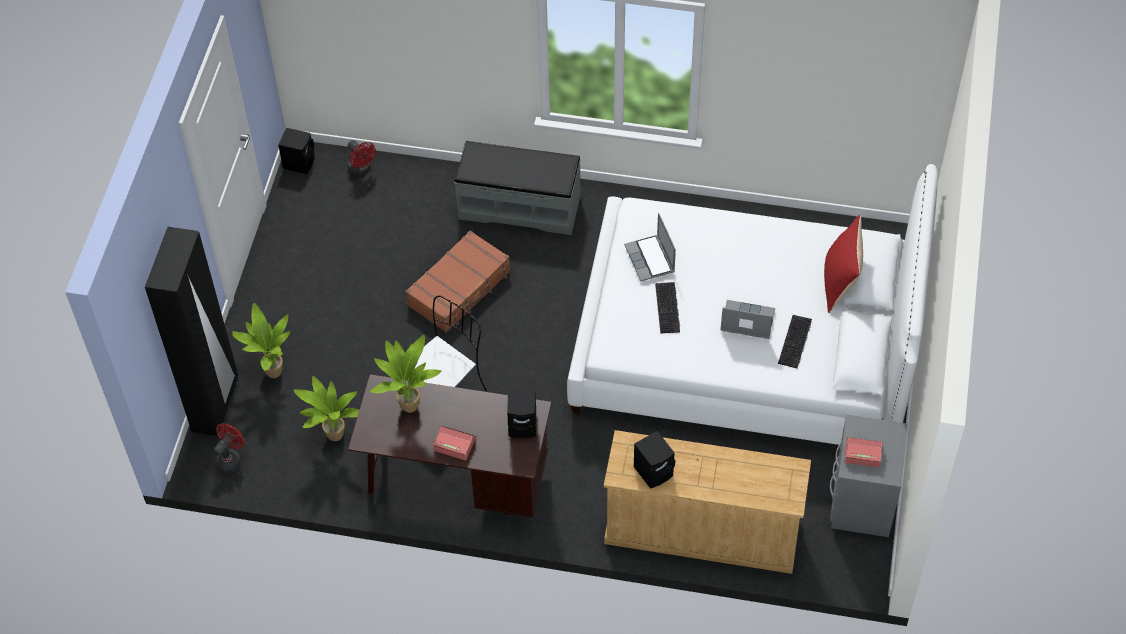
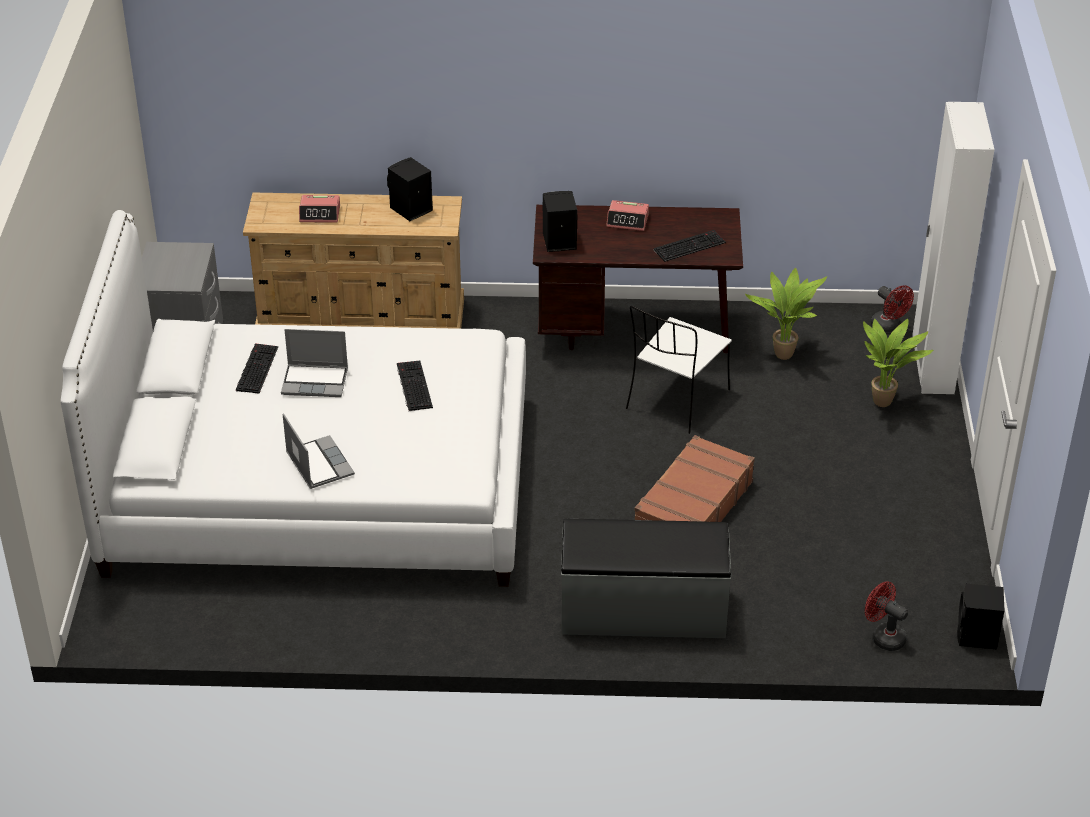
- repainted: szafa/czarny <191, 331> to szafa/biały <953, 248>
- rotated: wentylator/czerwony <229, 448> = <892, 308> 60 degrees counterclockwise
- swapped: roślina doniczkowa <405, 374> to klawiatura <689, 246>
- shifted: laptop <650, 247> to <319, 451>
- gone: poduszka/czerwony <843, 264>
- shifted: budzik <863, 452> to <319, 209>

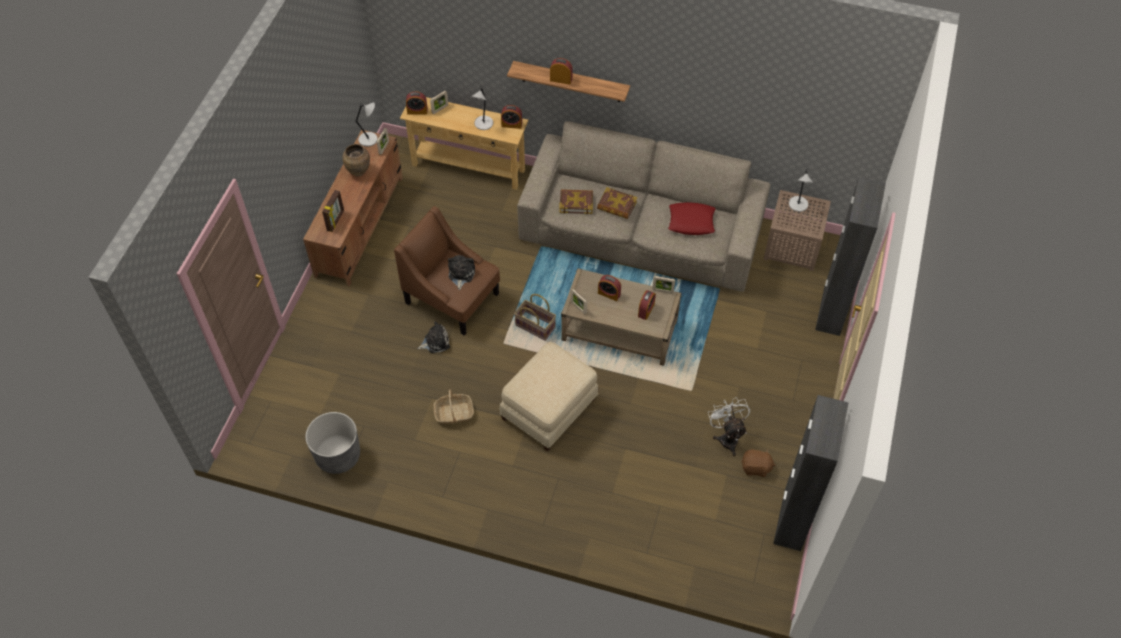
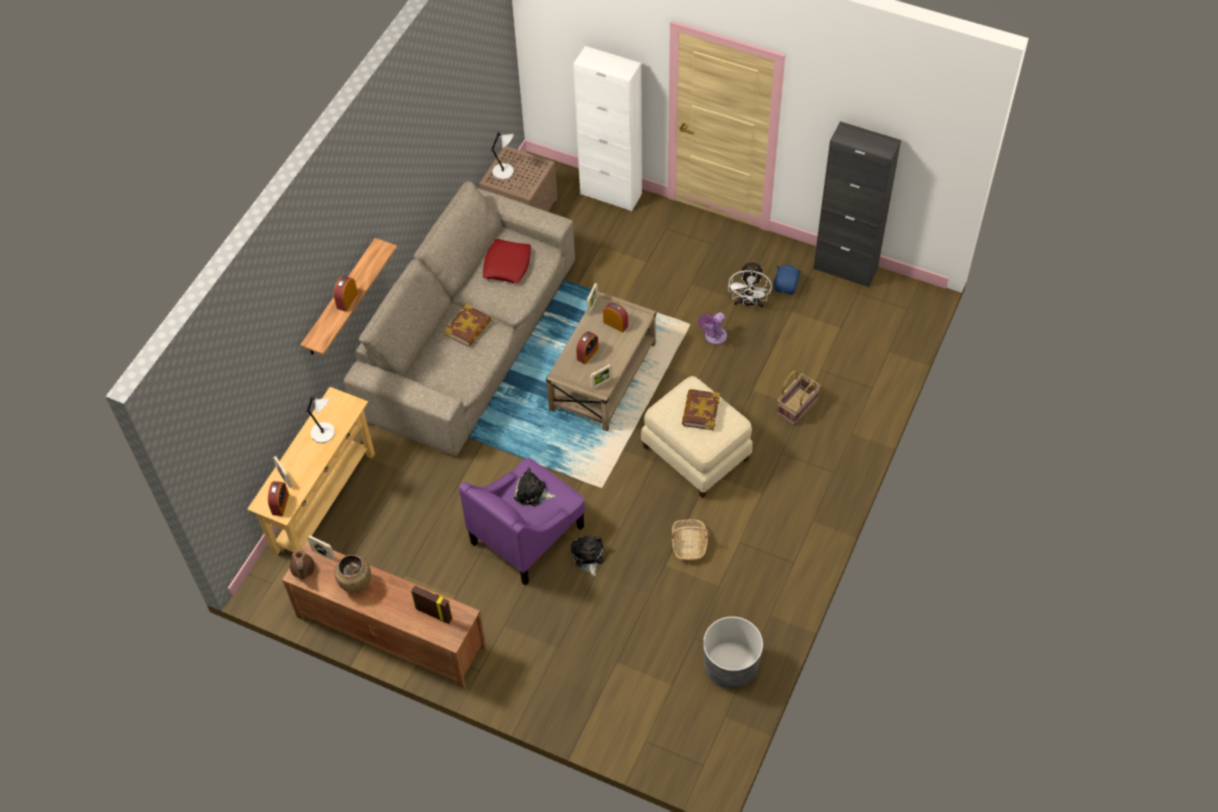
- swapped: lampa stołowa/szary <367, 124> to imbryk/brązowy <302, 564>
- repainted: fotel/brązowy <447, 271> to fotel/fioletowy <522, 522>
- gone: budzik <511, 117>
- shifted: koszyk <535, 317> to <799, 397>
- shifted: książka <576, 201> to <701, 410>
- rotated: wentylator/biały <729, 426> = <750, 284> 75 degrees counterclockwise
- repainted: pluszak/brązowy <758, 463> to pluszak/niebieski <788, 280>
- repainted: szafka/czarny <850, 256> to szafka/biały <607, 129>
- new: wentylator/fioletowy <712, 328>

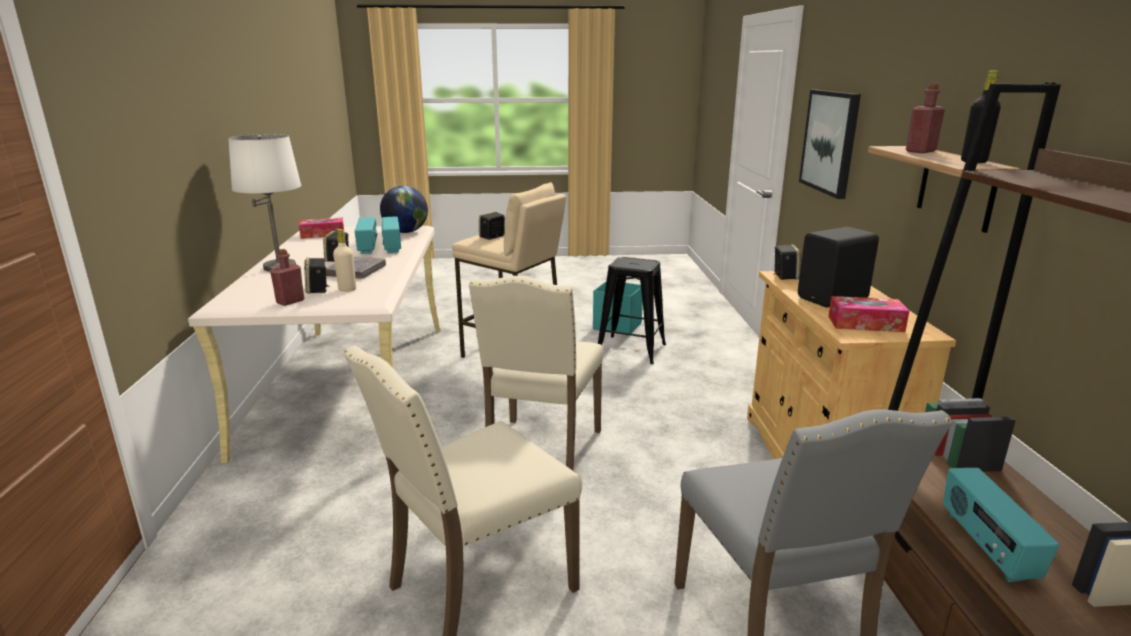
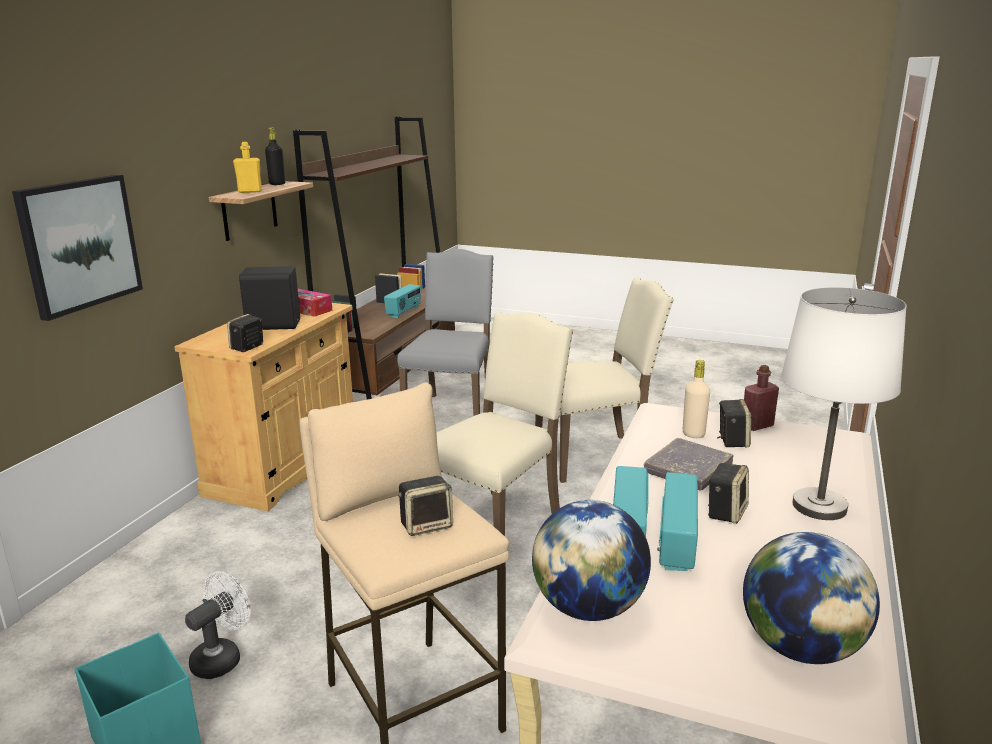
- swapped: pudełko chusteczek <321, 228> to globus <811, 598>
- swapped: stołek/czarny <632, 310> to wentylator/biały <218, 625>
- repainted: butelka/czerwony <925, 118> to butelka/żółty <247, 167>

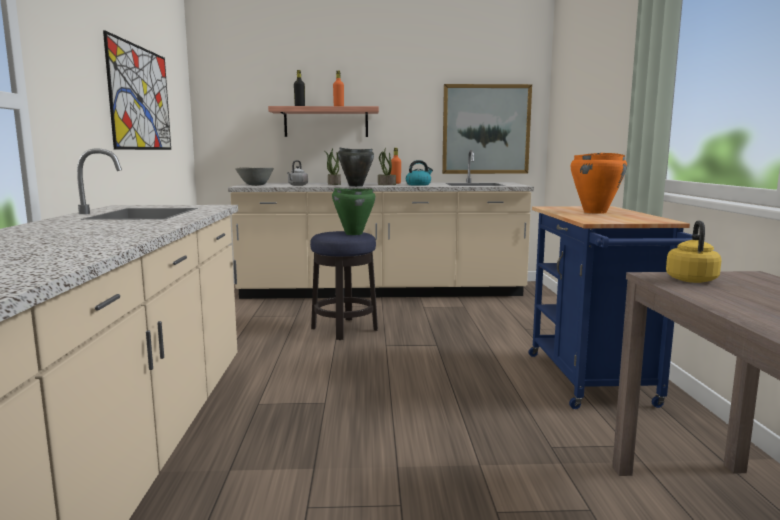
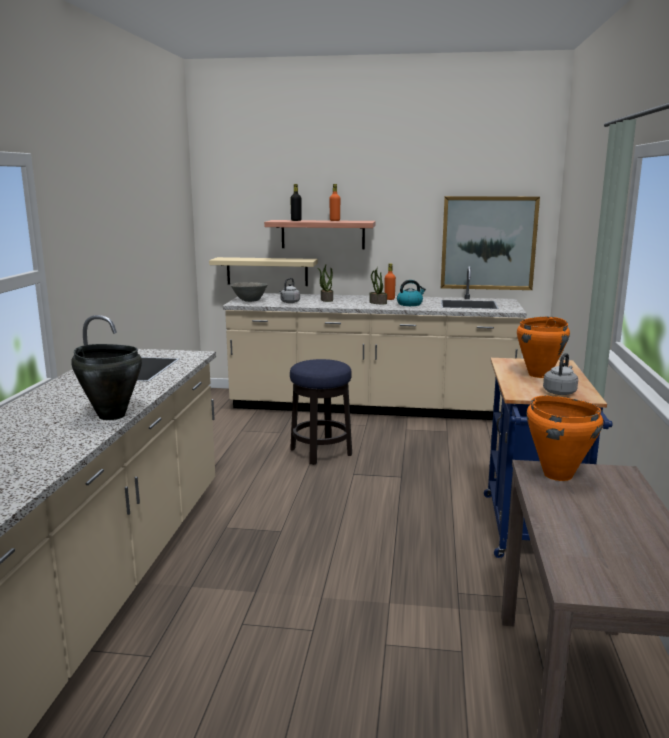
- gone: obraz <137, 90>
- gone: garnek/zielony <354, 211>
- shifted: garnek/czarny <356, 167> to <106, 382>
- swapped: czajnik/żółty <693, 252> to garnek/pomarańczowy <565, 438>
- new: półka/beżowy <263, 271>
- new: czajnik/szary <560, 374>

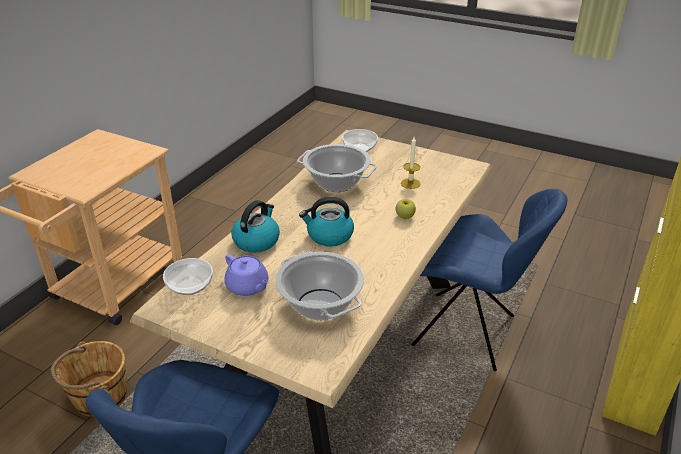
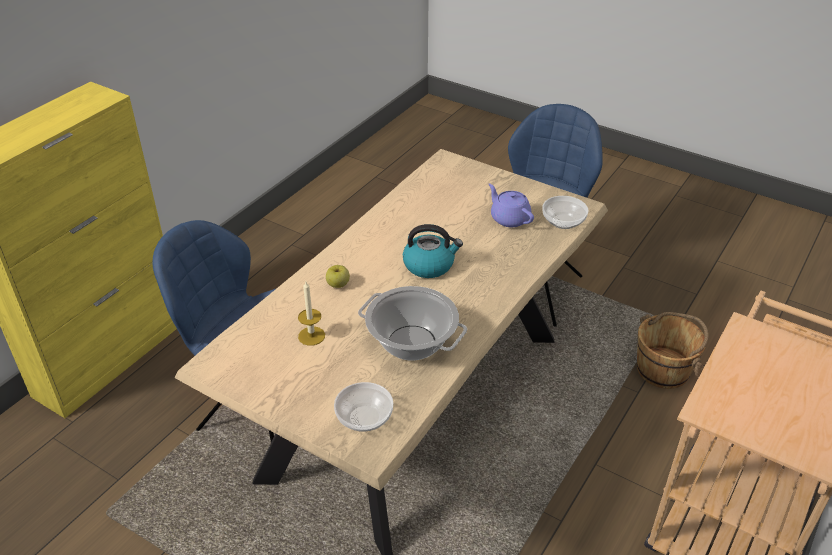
- gone: czajnik <256, 226>
- gone: garnek <319, 286>

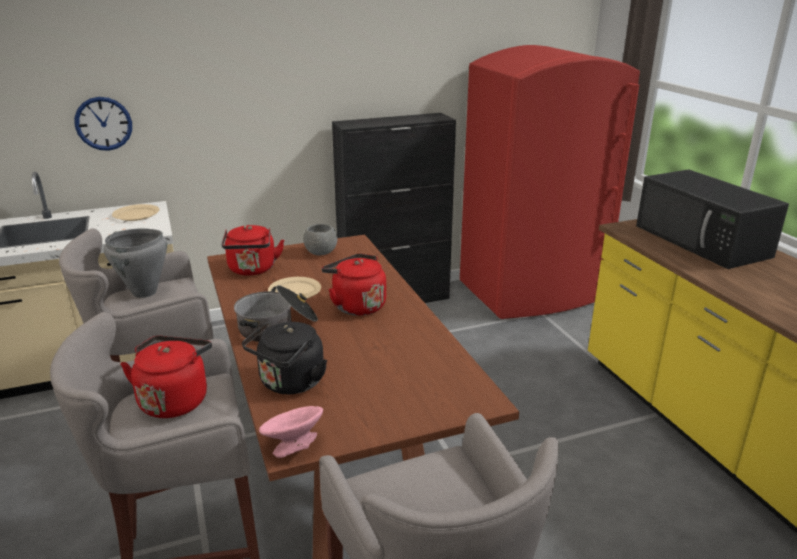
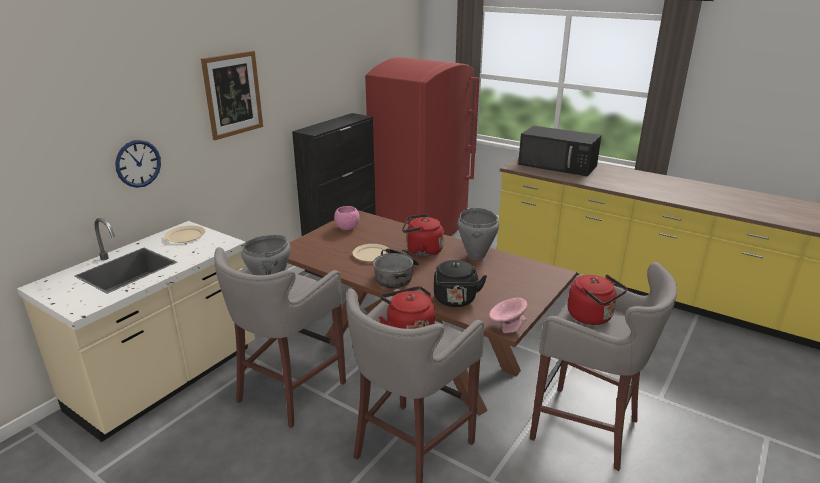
- shifted: czajnik/czerwony <252, 250> to <597, 299>
- repainted: miska/szary <320, 239> to miska/różowy <347, 218>
- new: obraz <232, 95>
- new: garnek/szary <478, 234>

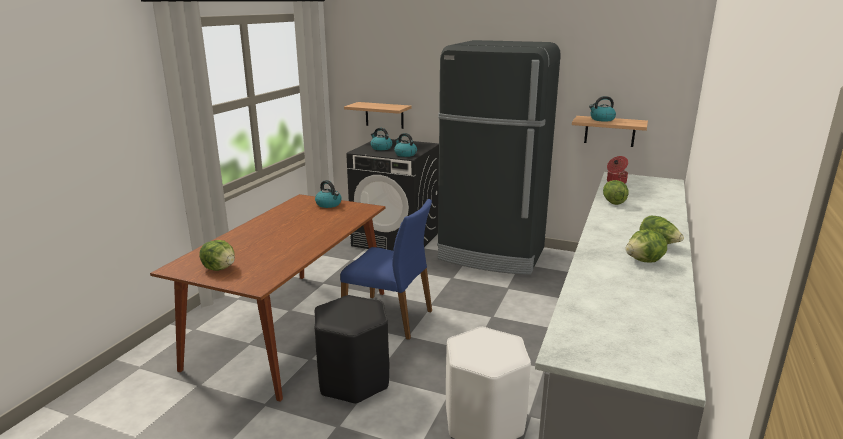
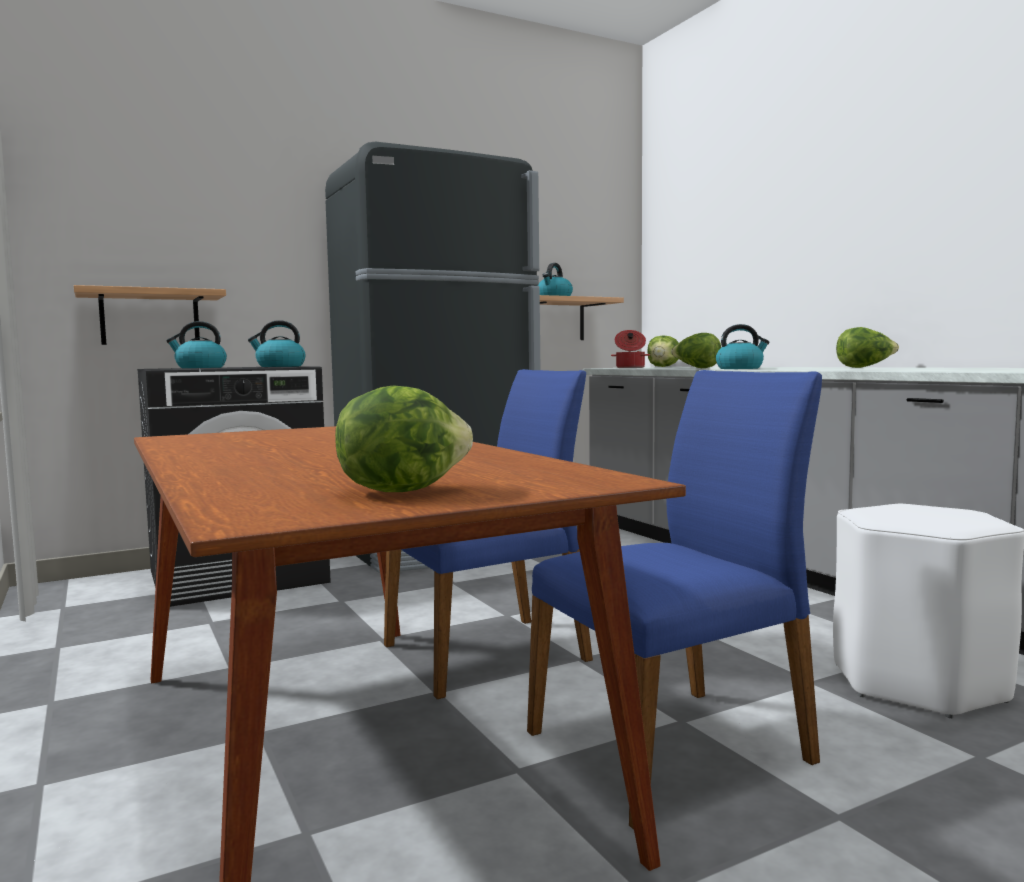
- shifted: czajnik <328, 194> to <742, 346>
- swapped: stołek/czarny <352, 349> to krzesło/niebieski <674, 600>
- shifted: sałata <646, 245> to <663, 351>

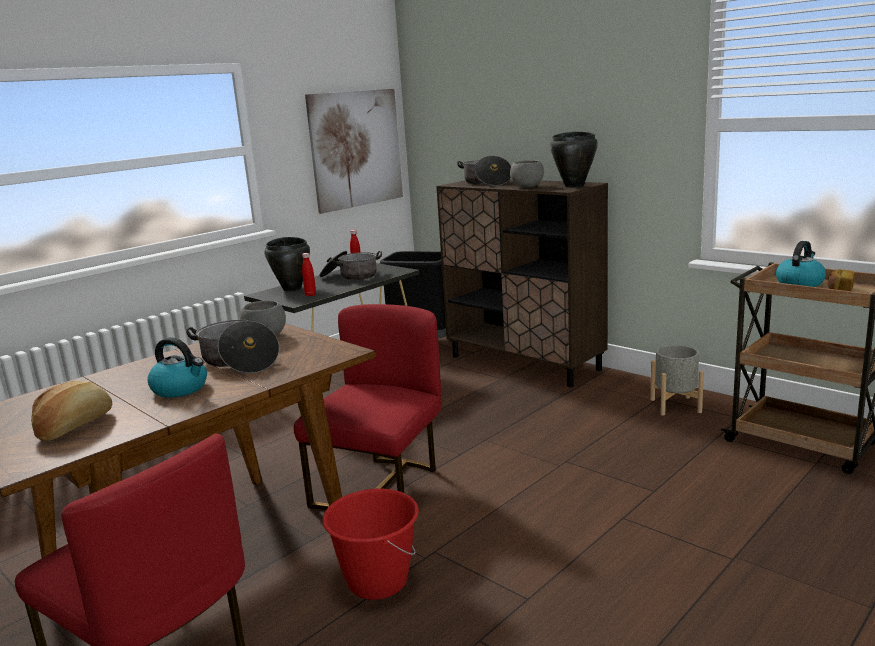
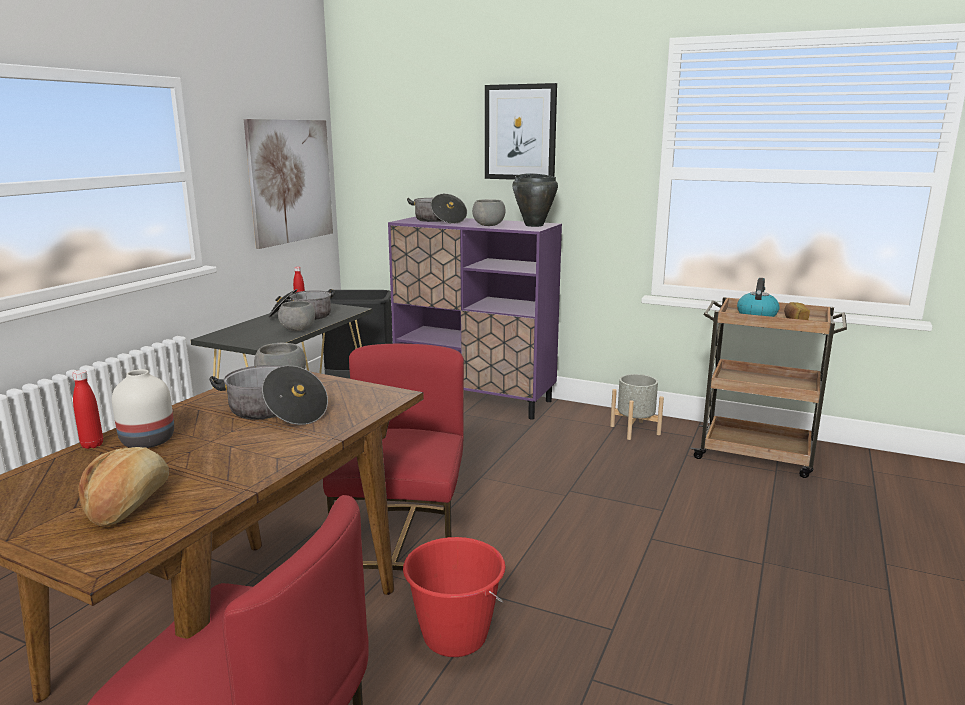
- gone: czajnik <177, 367>
- gone: garnek/czarny <287, 264>
- shifted: butelka/czerwony <309, 274> to <87, 409>
- repainted: szafka/brązowy <522, 283> to szafka/fioletowy <475, 317>
- new: wazon/biały <143, 408>
- new: miska/szary <296, 316>
- new: obraz <521, 131>

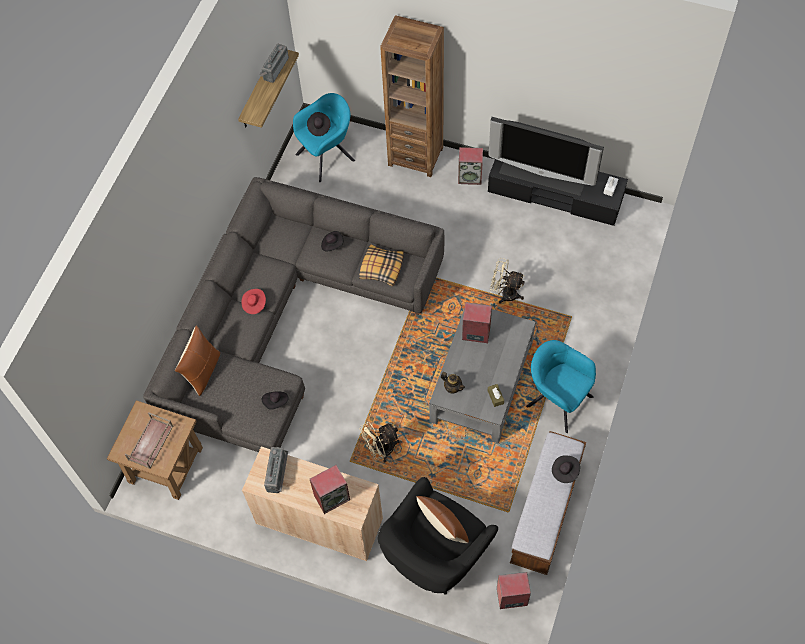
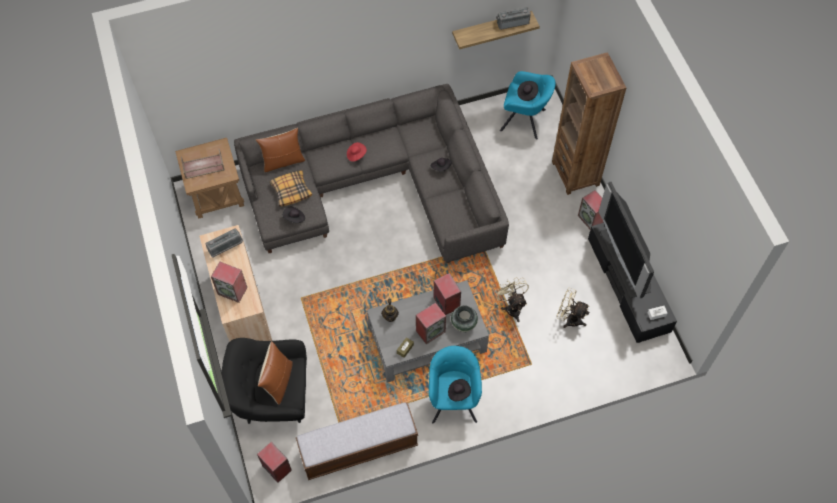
- shifted: poduszka <381, 265> to <291, 188>
- shifted: wentylator/beżowy <380, 442> to <573, 308>
- shifted: kapelusz/czarny <566, 469> to <459, 390>
- new: głośnik <431, 323>
- new: wazon <464, 318>

